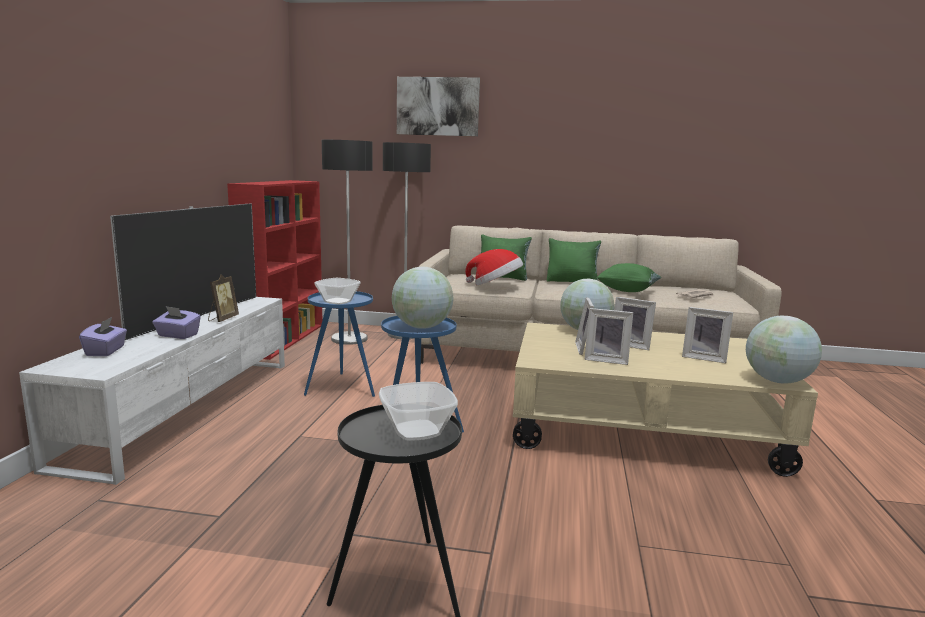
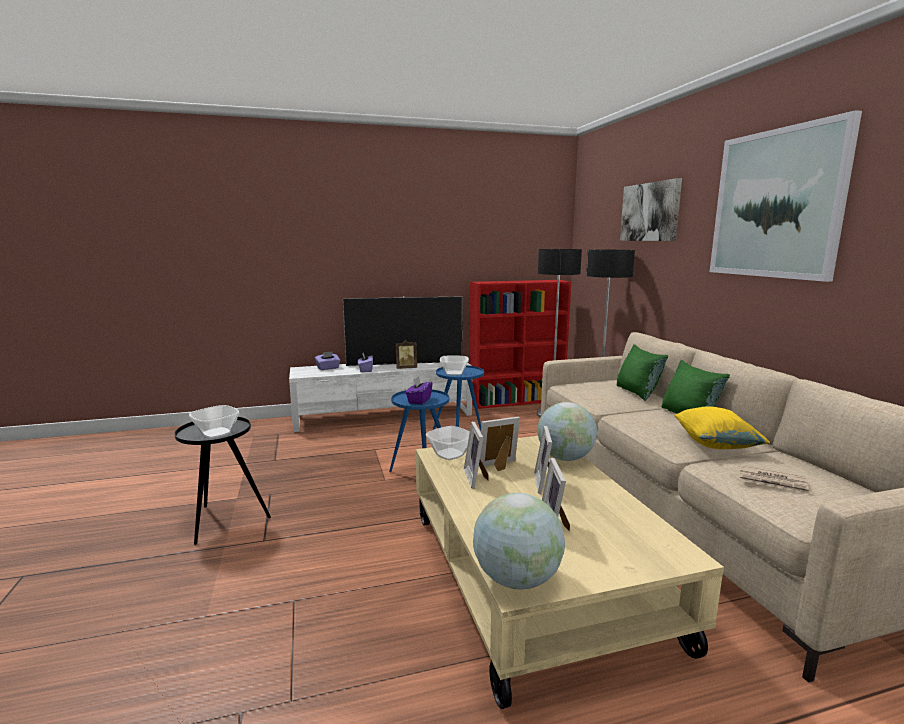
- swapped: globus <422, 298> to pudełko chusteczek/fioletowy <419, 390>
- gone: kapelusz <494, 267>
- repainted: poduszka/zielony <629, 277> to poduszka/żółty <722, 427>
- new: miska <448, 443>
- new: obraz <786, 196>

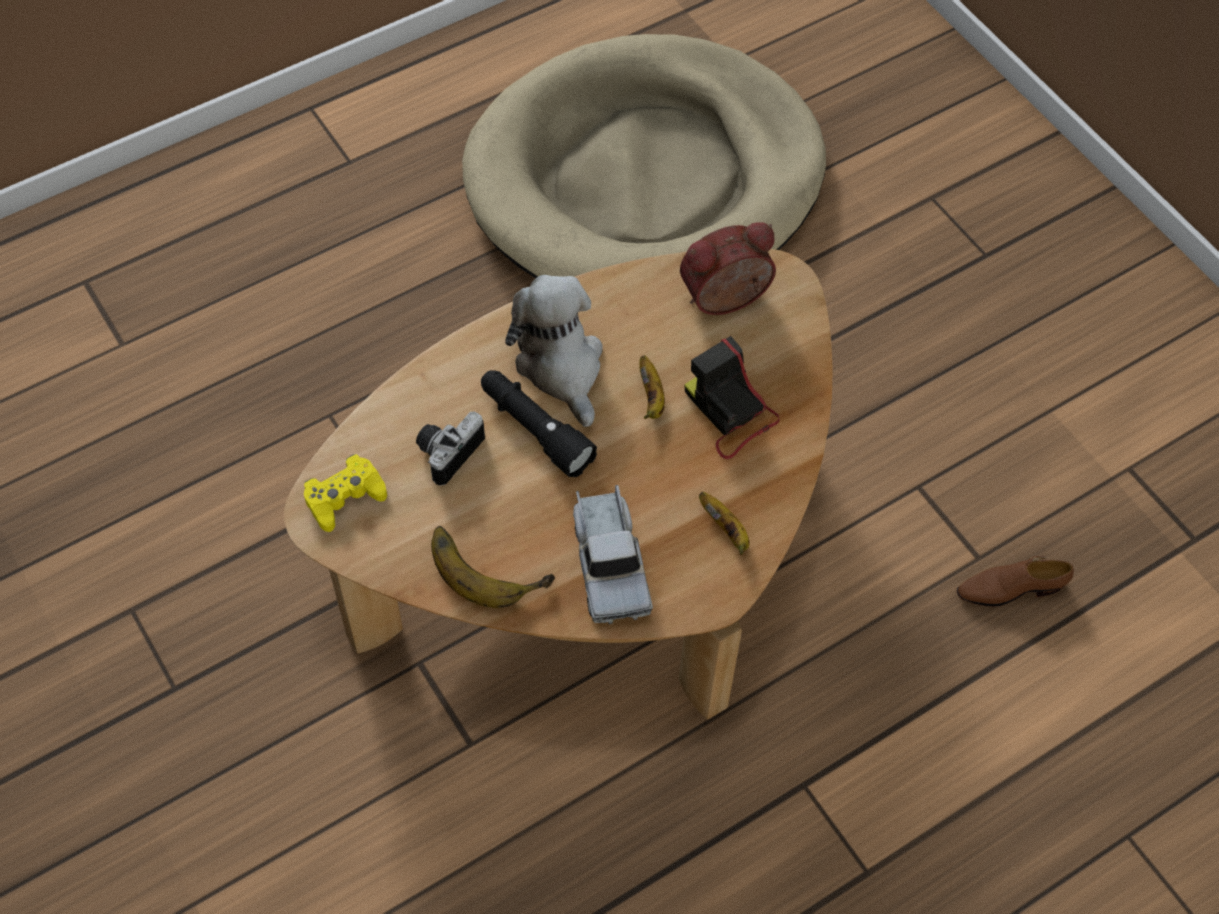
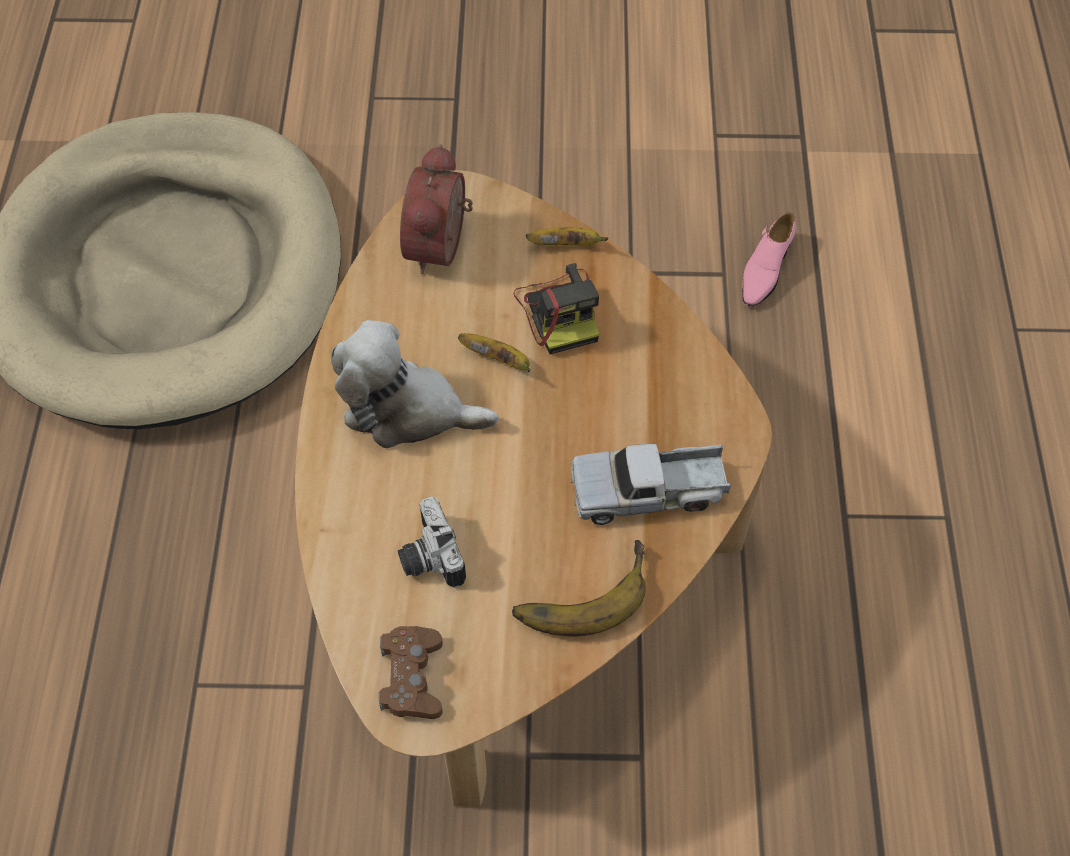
- repainted: pad do gier/żółty <345, 493> to pad do gier/brązowy <411, 672>
- gone: latarka/czarny <539, 423>
- rotated: ciężarówka zabawkowa <613, 554> = <651, 484> 150 degrees clockwise
- rotated: aparat fotograficzny <732, 397> = <556, 308> 105 degrees counterclockwise
- shifted: banan <724, 523> to <567, 236>
- repainted: but/brązowy <1015, 581> to but/różowy <769, 260>

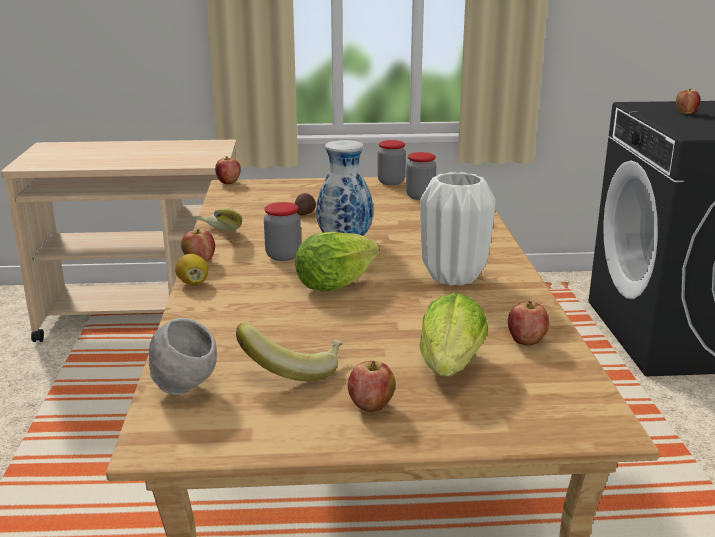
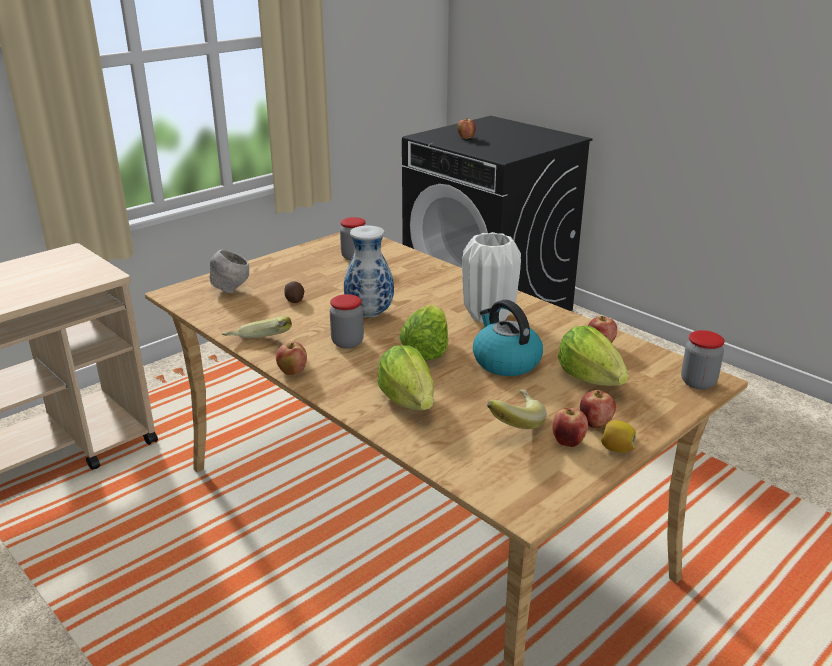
- shifted: miska/szary <183, 356> to <229, 271>
- shifted: cytryna <191, 269> to <618, 436>
- shifted: jabłko <228, 170> to <570, 427>
- shifted: słoik <391, 162> to <703, 360>
- new: sałata <405, 377>
- new: czajnik <508, 338>

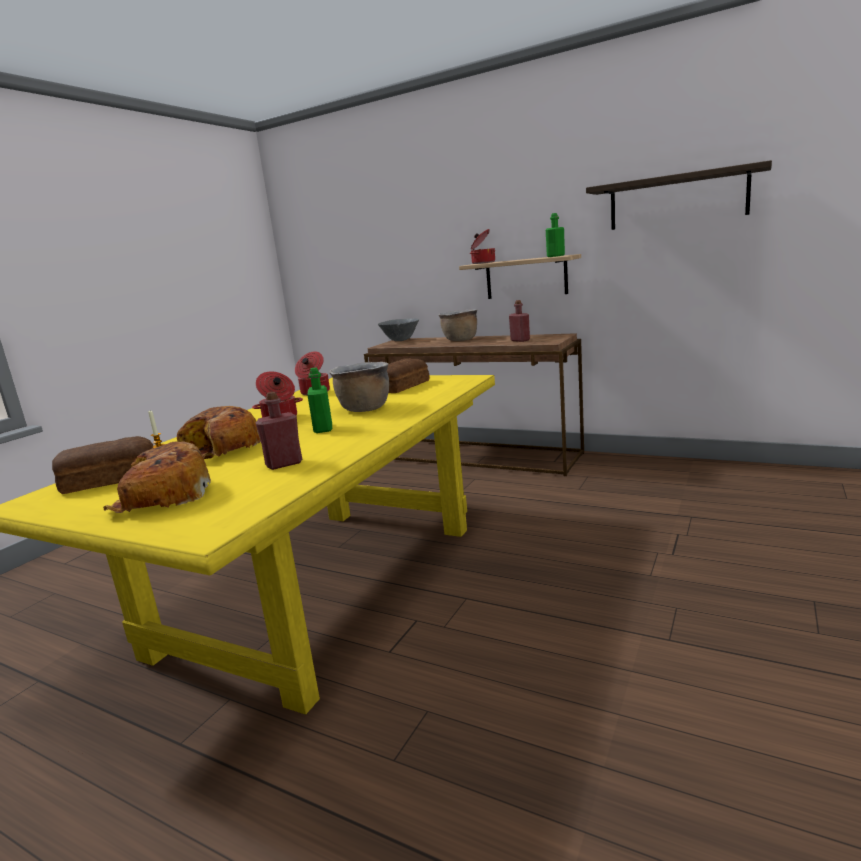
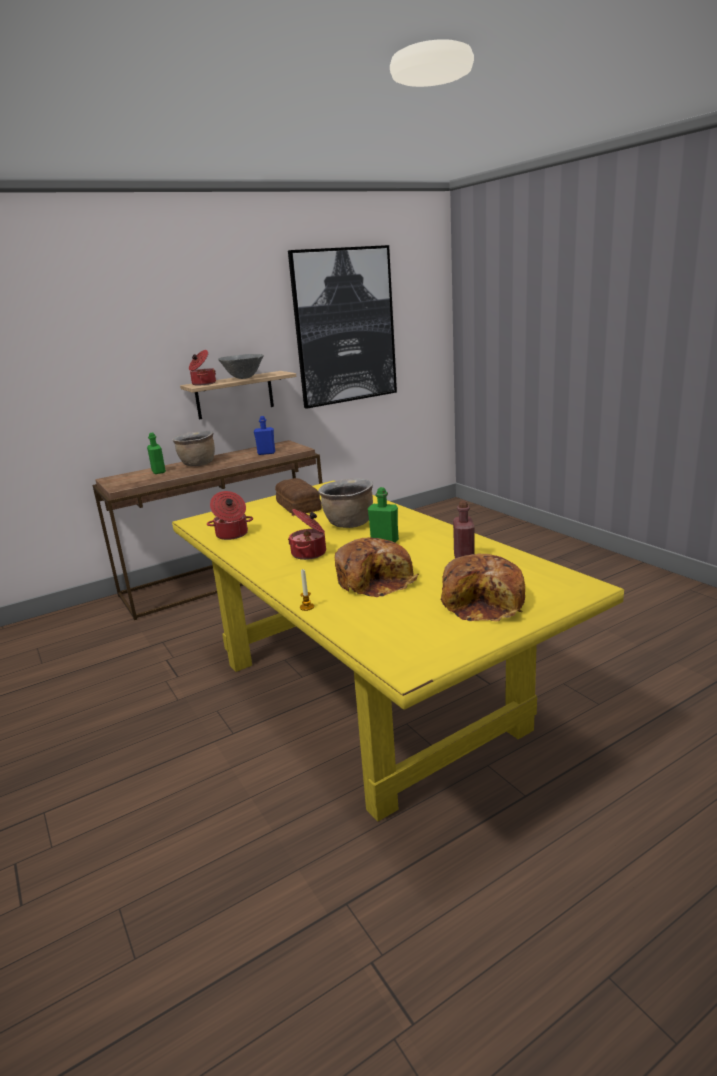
- gone: chleb <102, 465>
- shifted: miska/szary <398, 329> to <241, 366>
- repainted: butelka/czerwony <519, 321> to butelka/niebieski <264, 435>
- shifted: butelka/zielony <555, 235> to <156, 453>
- swapped: półka <679, 195> to obraz <342, 327>

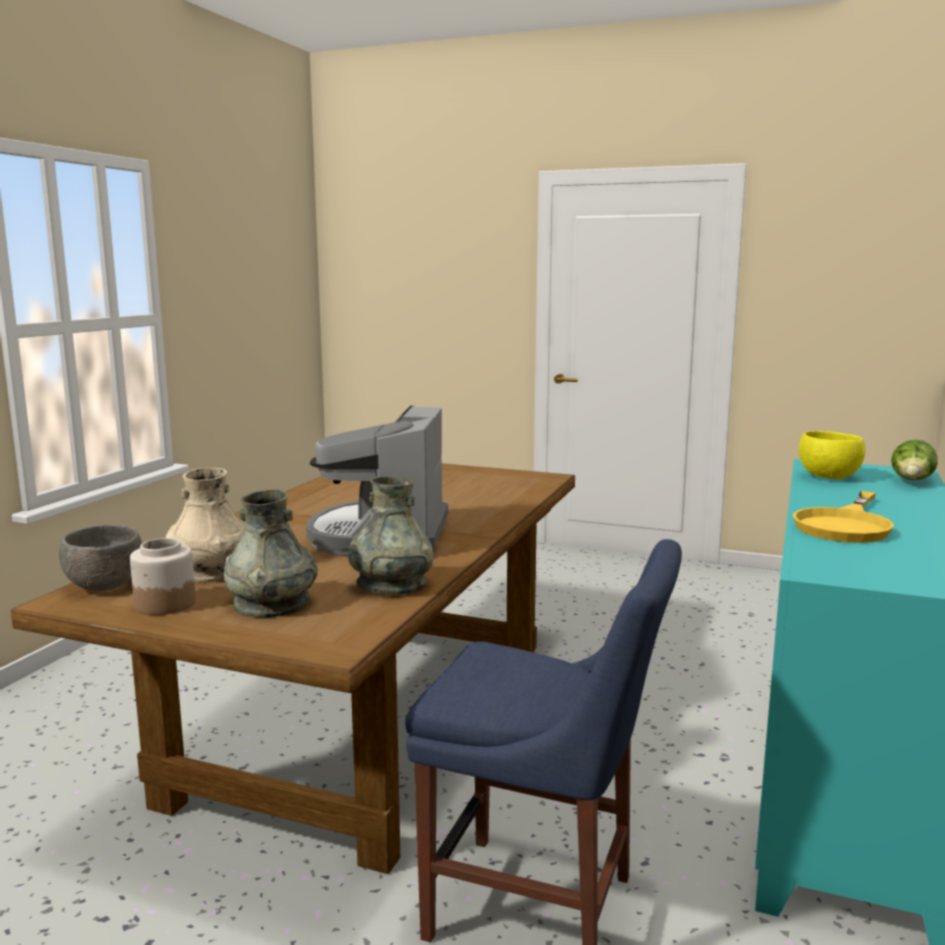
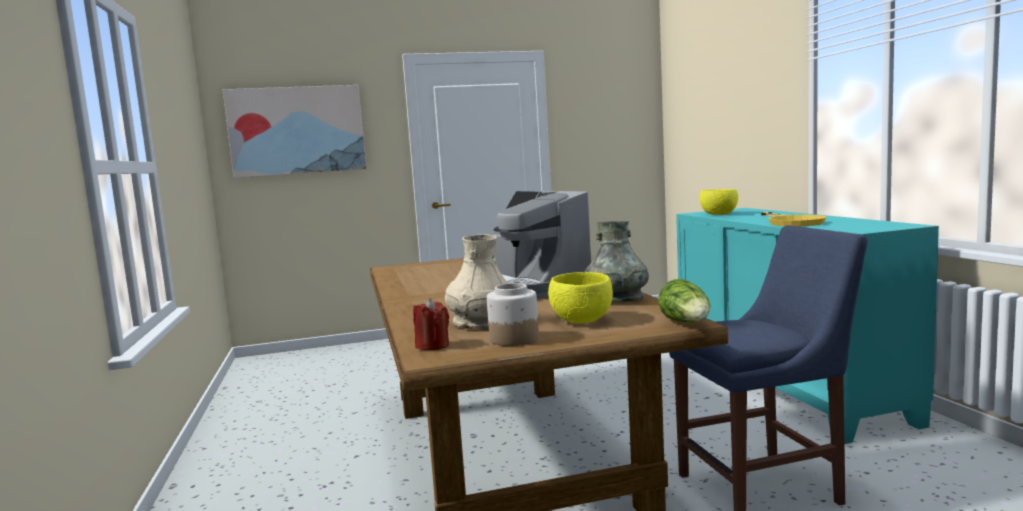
- swapped: miska/szary <100, 558> to świeca/czerwony <431, 324>
- swapped: wazon/szary <271, 553> to miska/żółty <580, 298>
- shifted: sałata <914, 459> to <684, 300>
- new: obraz <295, 131>

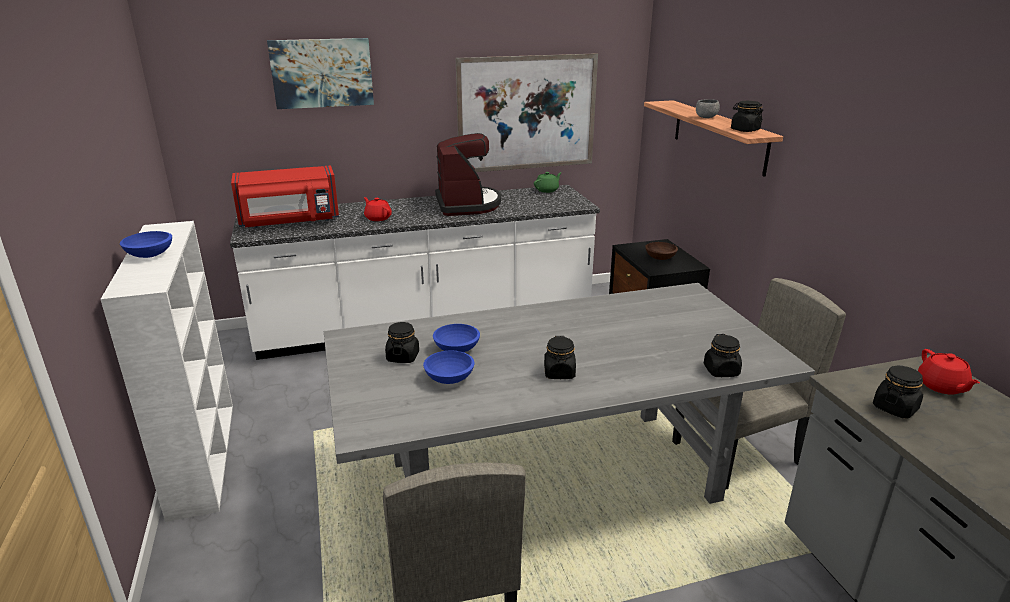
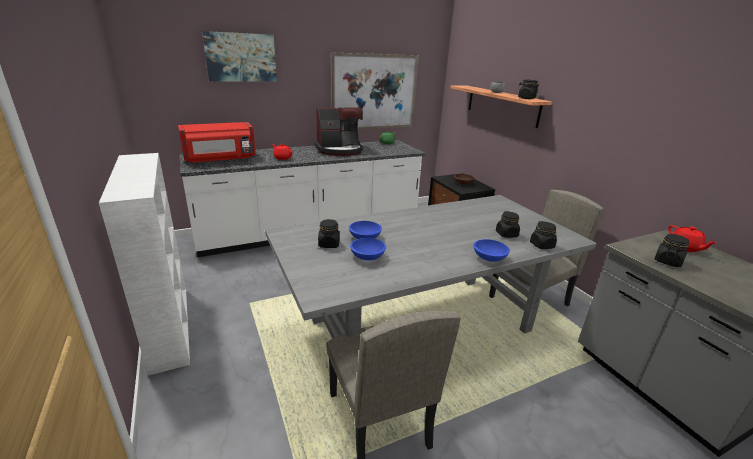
- shifted: miska/niebieski <146, 244> to <492, 250>
- rotated: ekspres do kawy <468, 174> = <338, 131> 90 degrees clockwise
- shifted: słoik/czarny <560, 357> to <508, 224>

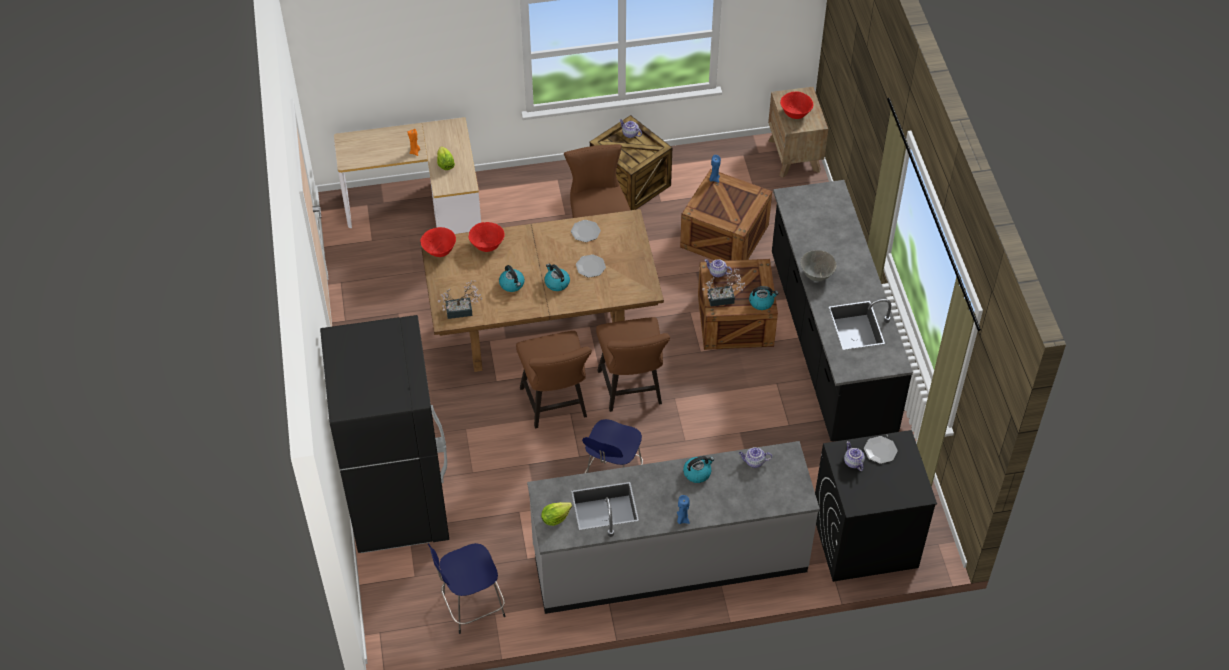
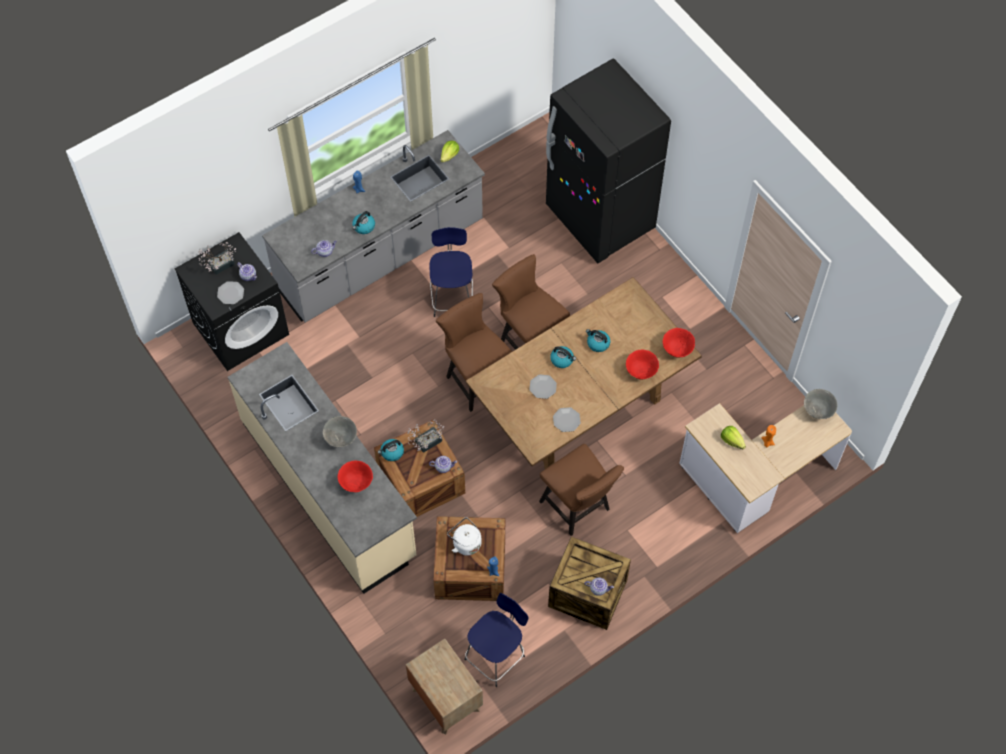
- shifted: stołek/niebieski <466, 588> to <497, 640>
- shifted: roślina doniczkowa <460, 299> to <217, 258>
- repainted: zabudowa kuchenna/czarny <842, 311> to zabudowa kuchenna/beżowy <322, 468>
- shifted: miska/czerwony <796, 105> to <355, 476>
- new: czajnik/biały <464, 536>
- new: miska/szary <821, 404>

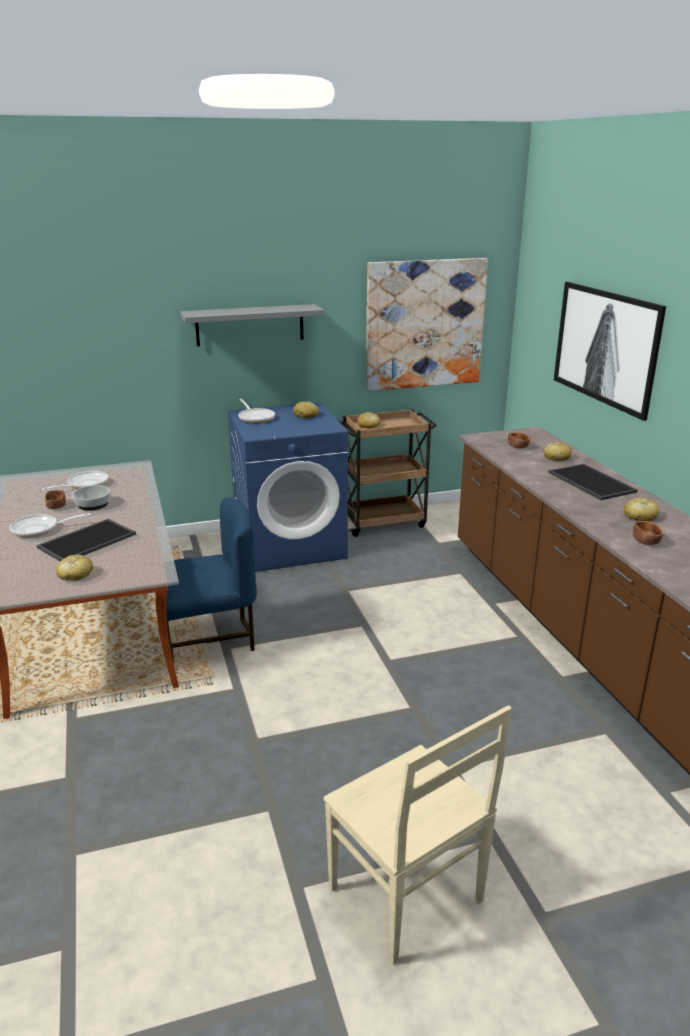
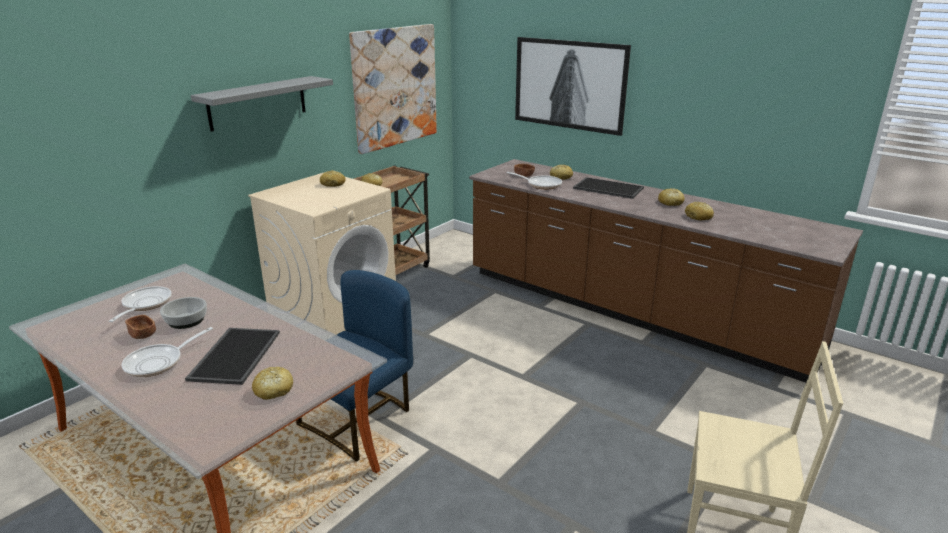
- repainted: pralka/niebieski <287, 487> to pralka/beżowy <322, 254>
- shifted: patelnia <256, 411> to <534, 180>
- swapped: miska/brązowy <648, 533> to chleb <699, 211>

